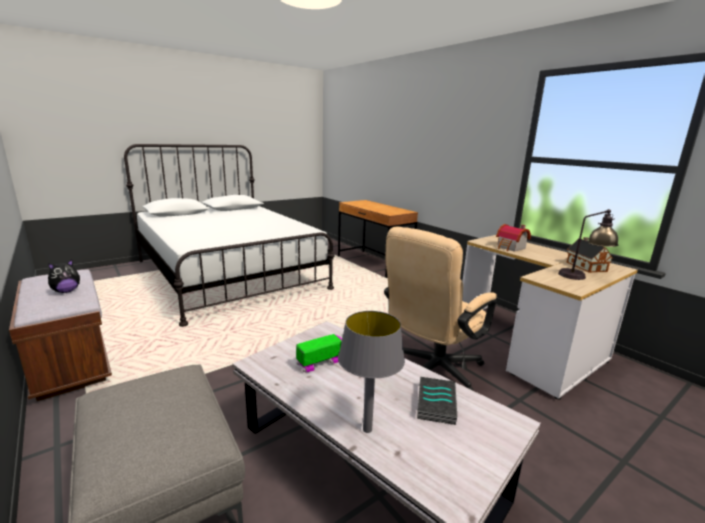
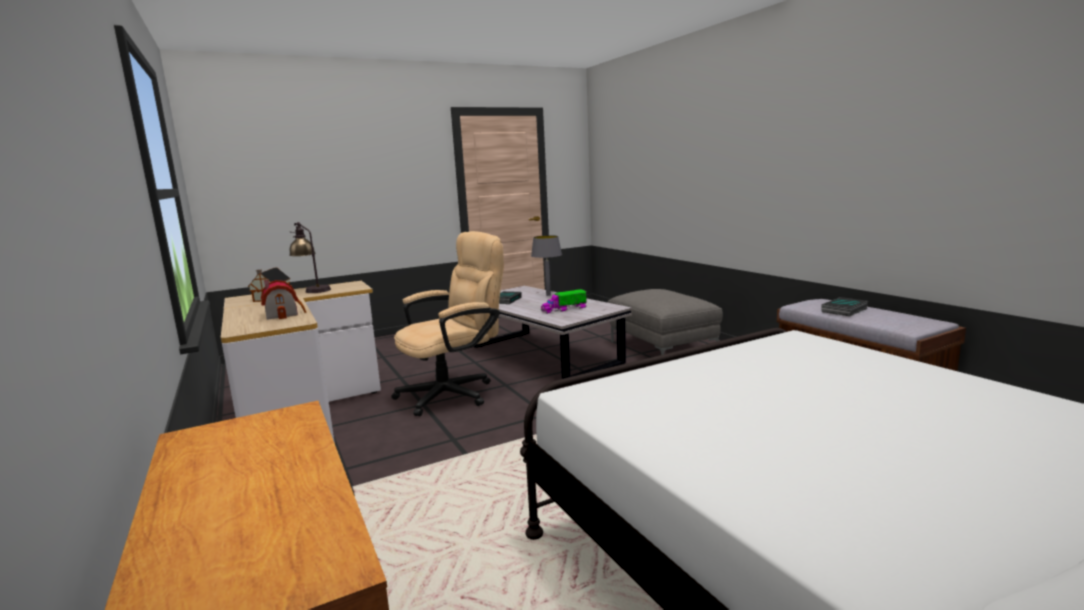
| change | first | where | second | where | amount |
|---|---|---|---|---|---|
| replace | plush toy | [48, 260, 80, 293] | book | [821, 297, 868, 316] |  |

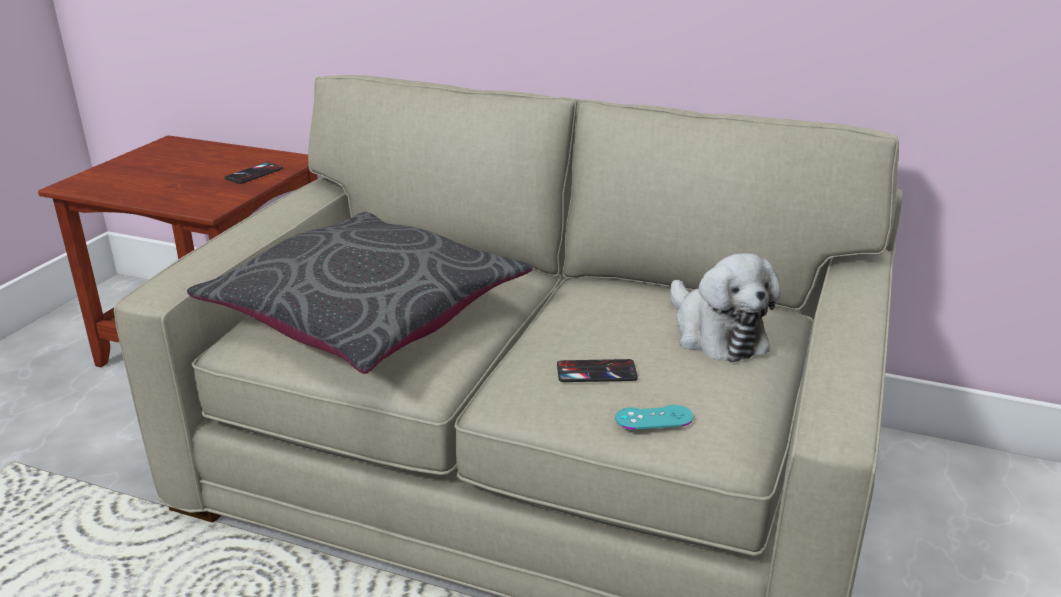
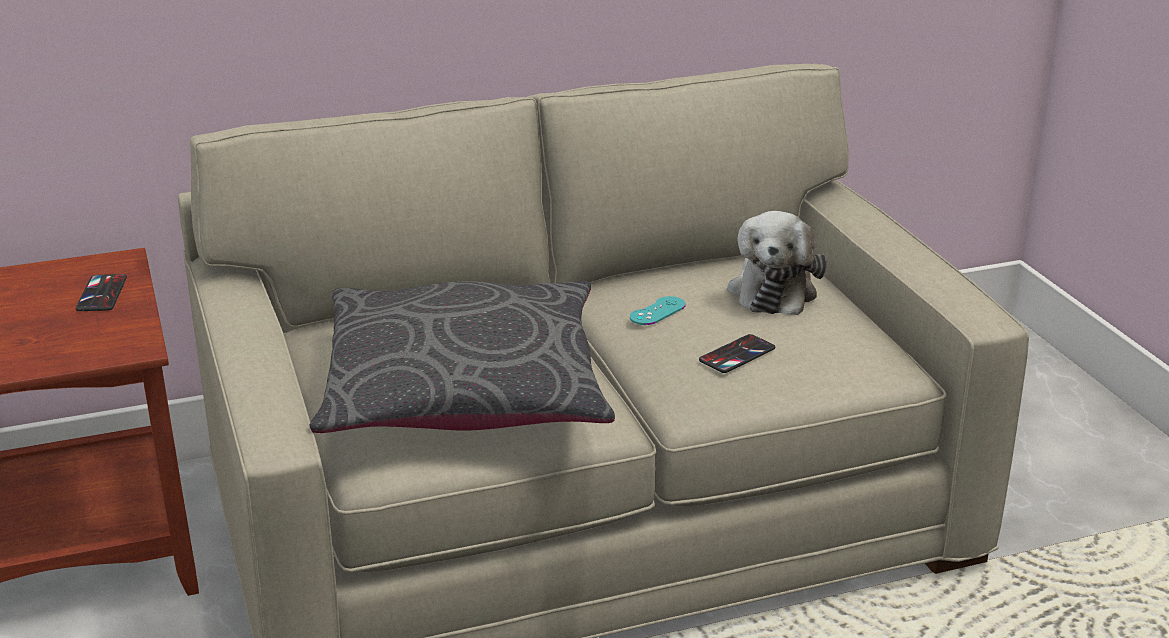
| change | first | where | second | where | amount |
|---|---|---|---|---|---|
| move | turquoise game controller | [615, 405, 694, 430] |  | [630, 296, 686, 325] |  |
| rotate | plush toy | [670, 253, 781, 362] |  | [728, 211, 827, 315] | 75 degrees clockwise |

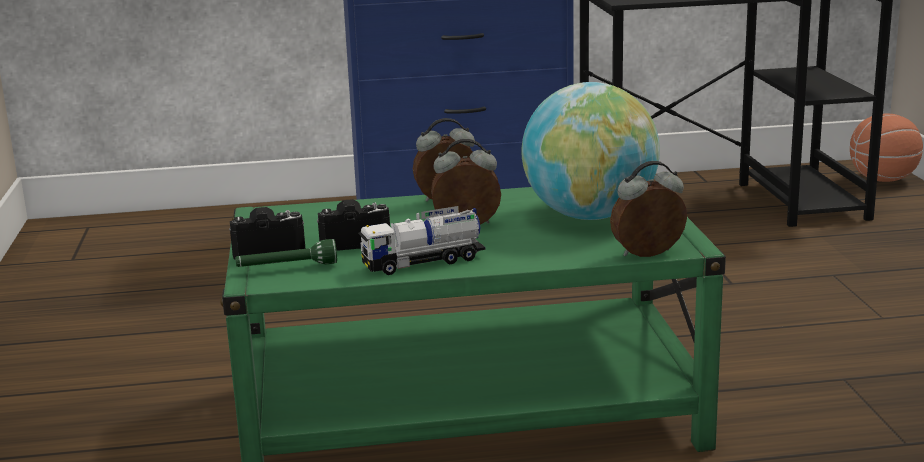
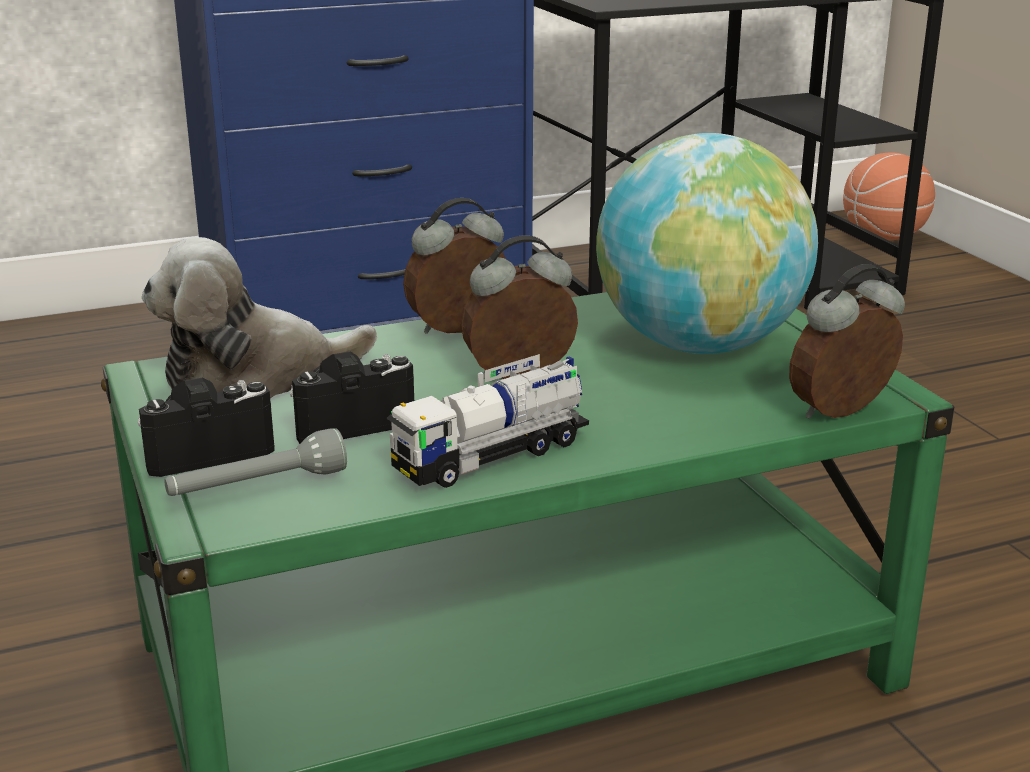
| change | first | where | second | where | amount |
|---|---|---|---|---|---|
| insert |  |  | plush toy | [142, 237, 377, 399] |  |
| recolor | green flashlight | [235, 239, 337, 267] | grey flashlight | [164, 428, 347, 496] |  |

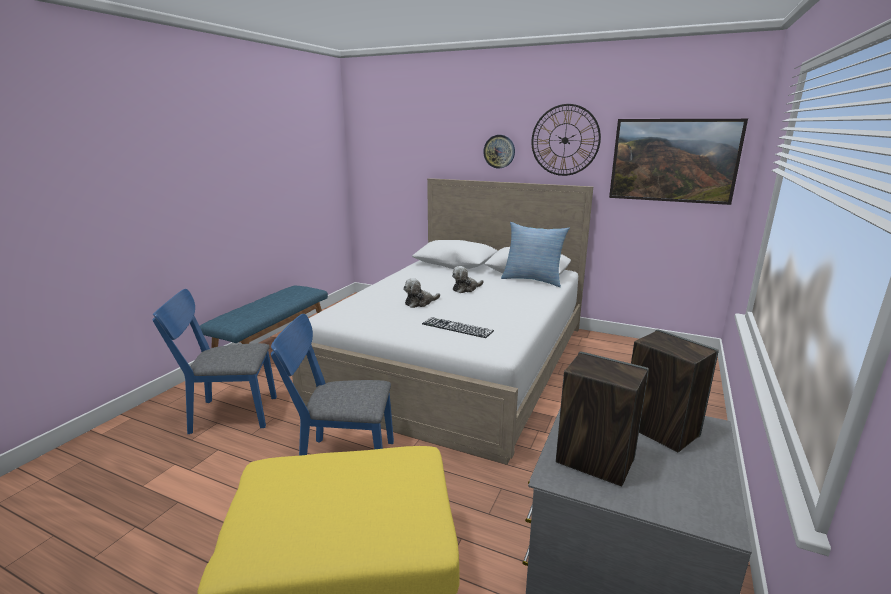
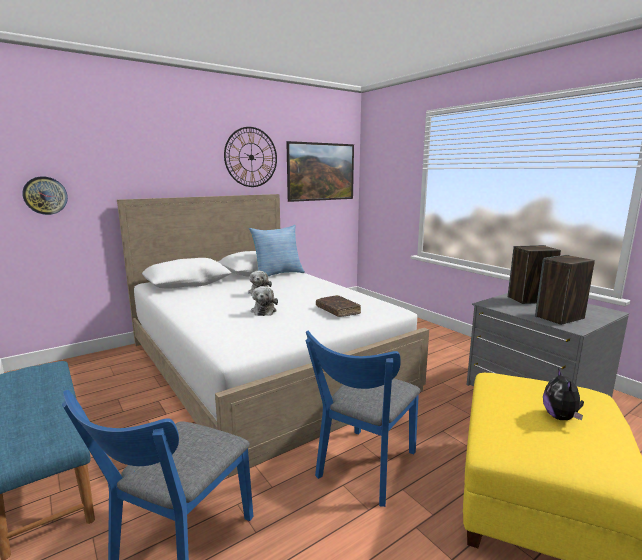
| change | first | where | second | where | amount |
|---|---|---|---|---|---|
| move | wall clock | [483, 135, 515, 169] |  | [22, 176, 68, 215] |  |
| replace | keyboard | [422, 317, 494, 338] | brown book | [316, 295, 361, 317] |  |
| insert |  |  | plush toy | [543, 368, 584, 420] |  |

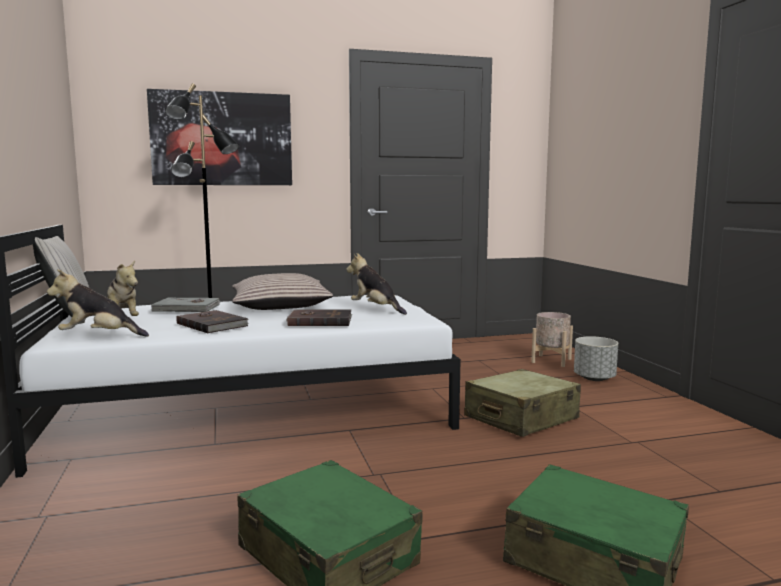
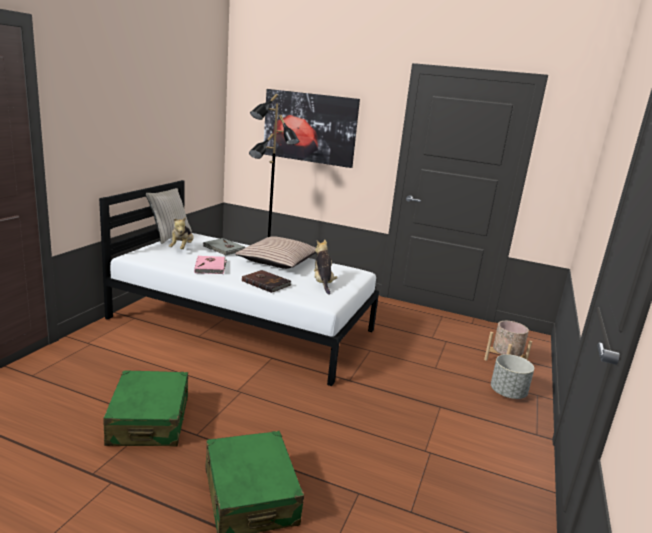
| change | first | where | second | where | amount |
|---|---|---|---|---|---|
| recolor | brown book | [176, 310, 249, 333] | pink book | [194, 256, 227, 274] |  |
| delete | plush toy | [47, 269, 149, 337] |  |  |  |
| delete | beige suitcase | [464, 369, 581, 437] |  |  |  |

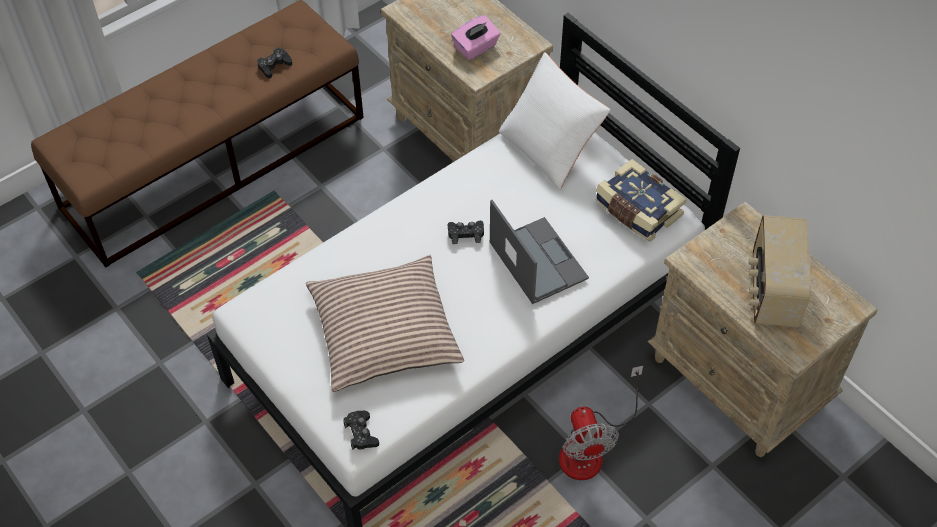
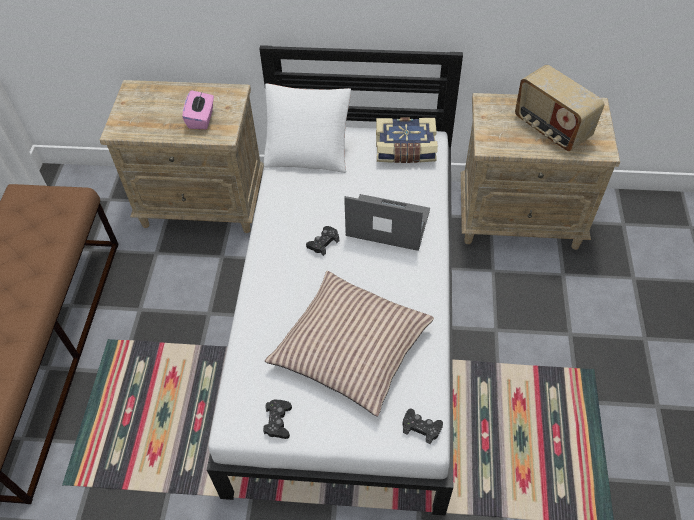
| change | first | where | second | where | amount |
|---|---|---|---|---|---|
| move | black game controller | [257, 48, 292, 78] |  | [263, 400, 292, 439] |  |
| delete | fan | [559, 366, 643, 480] |  |  |  |

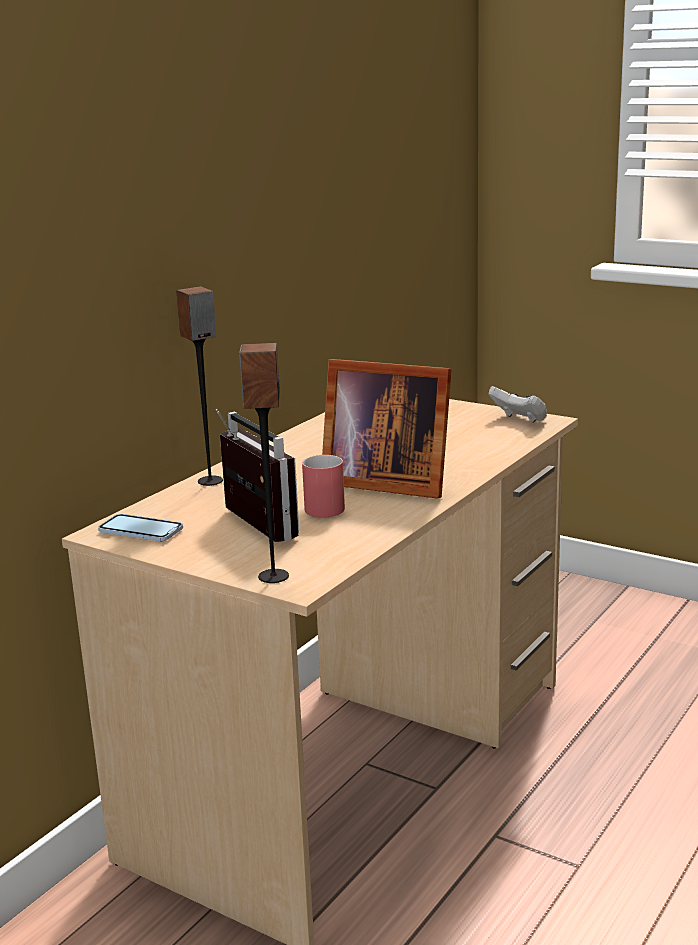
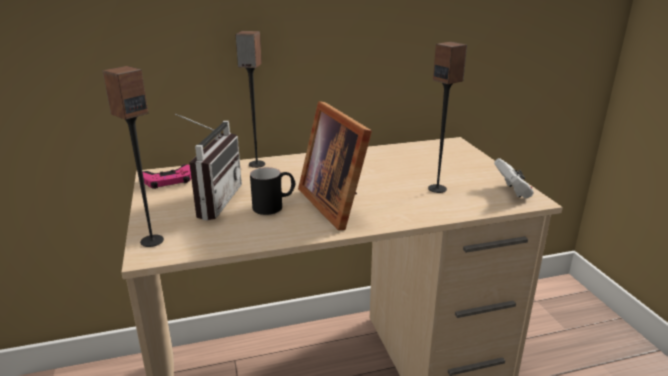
| change | first | where | second | where | amount |
|---|---|---|---|---|---|
| replace | phone | [98, 514, 183, 541] | pink game controller | [143, 164, 191, 189] |  |
| recolor | red mug | [302, 455, 345, 517] | black mug | [250, 167, 296, 215] |  |
| insert |  |  | speaker | [428, 42, 467, 193] |  |

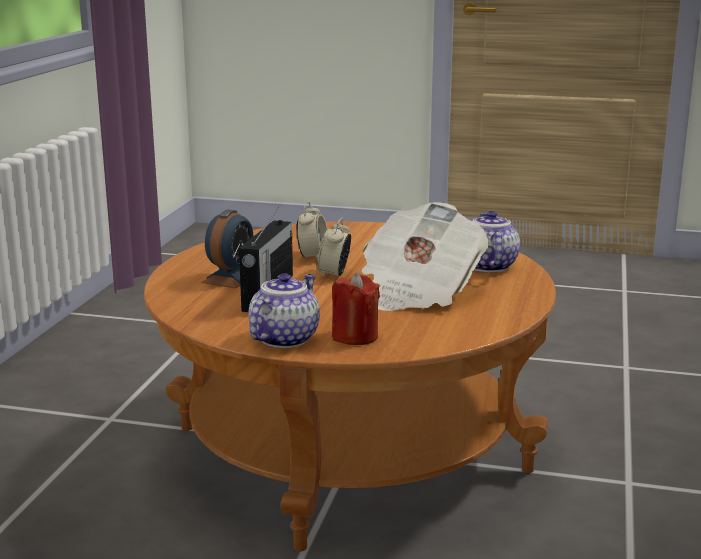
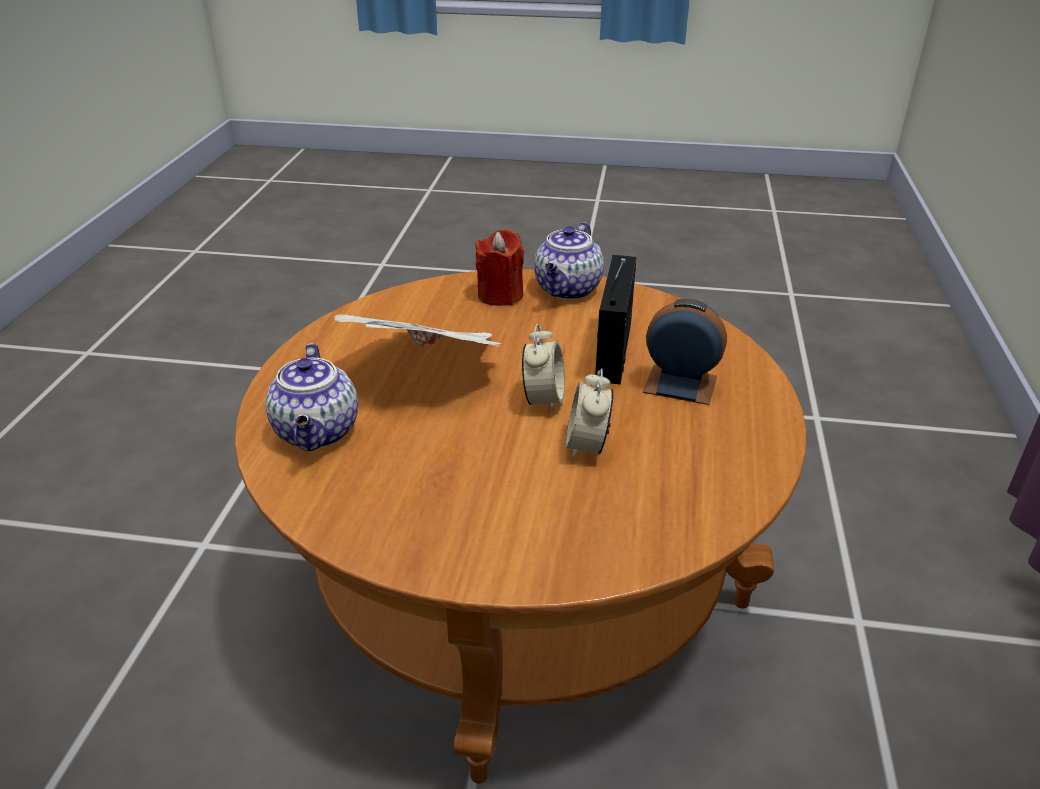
| change | first | where | second | where | amount |
|---|---|---|---|---|---|
| rotate | alarm clock | [201, 209, 253, 288] |  | [643, 299, 727, 405] | 90 degrees clockwise |

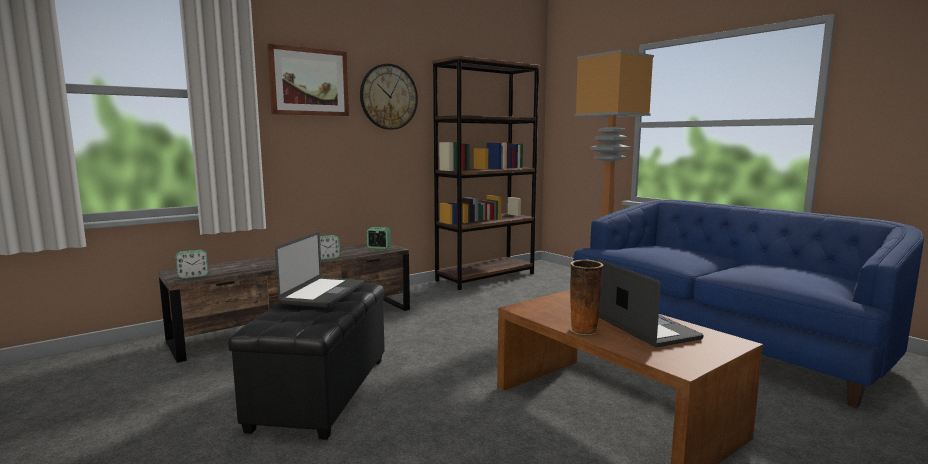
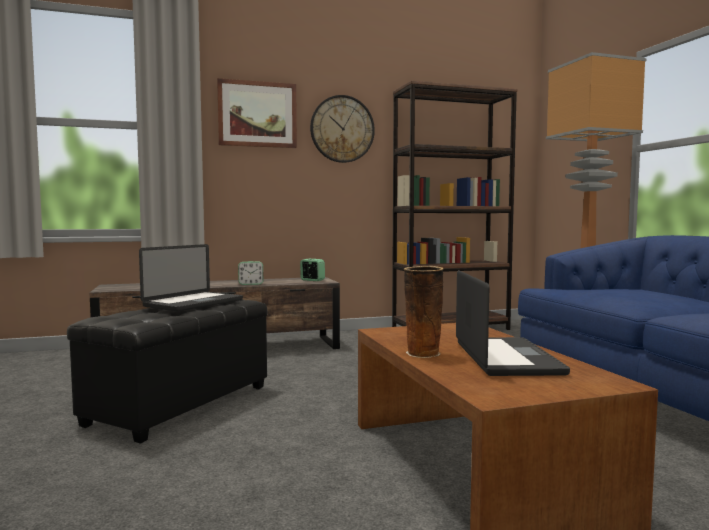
| change | first | where | second | where | amount |
|---|---|---|---|---|---|
| delete | alarm clock | [175, 250, 208, 279] |  |  |  |

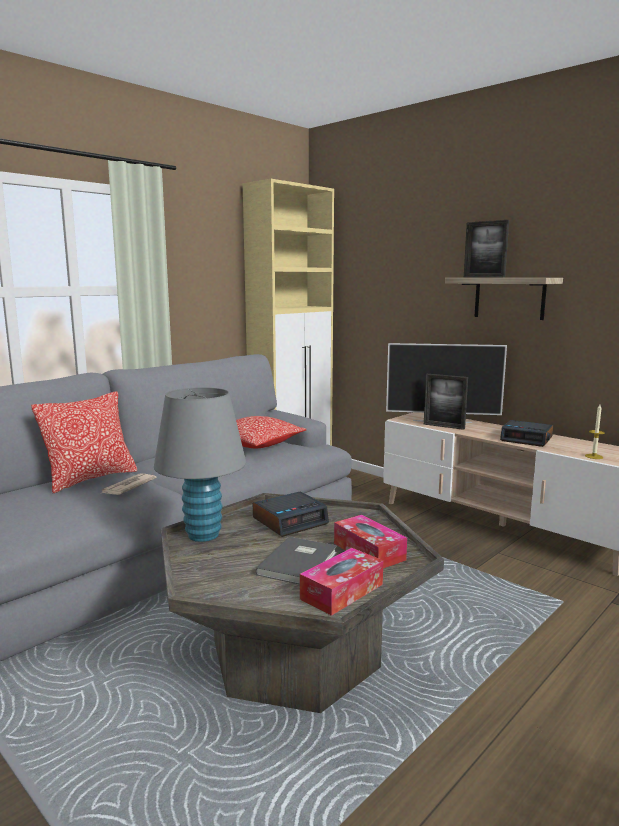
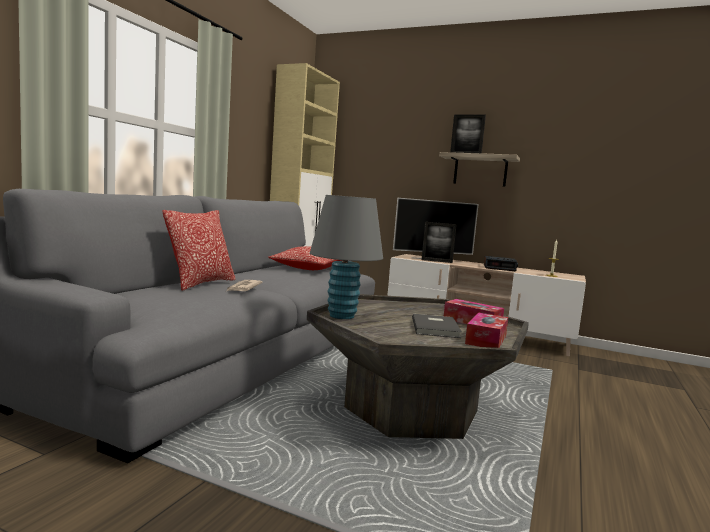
| change | first | where | second | where | amount |
|---|---|---|---|---|---|
| delete | alarm clock | [253, 492, 329, 537] |  |  |  |

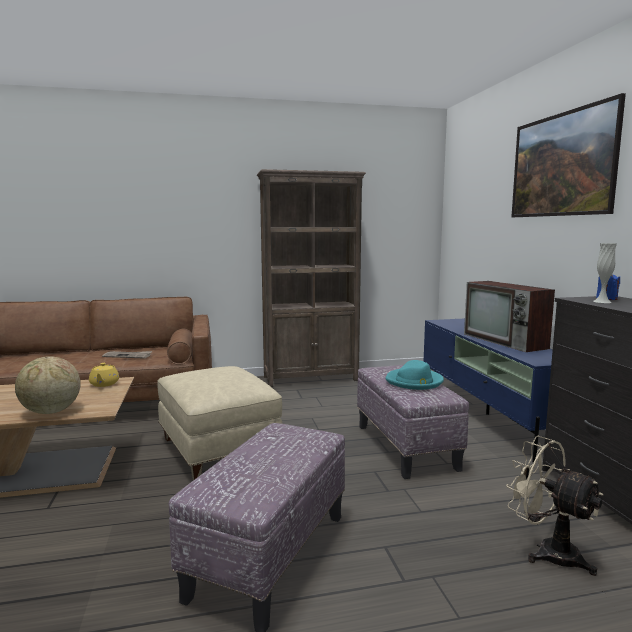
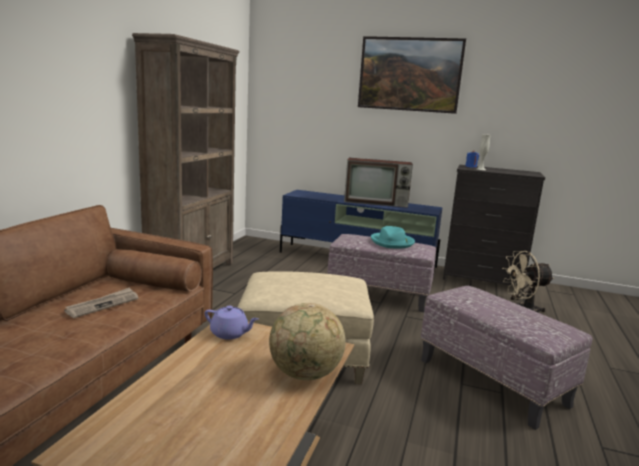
| change | first | where | second | where | amount |
|---|---|---|---|---|---|
| recolor | yellow teapot | [89, 363, 119, 387] | purple teapot | [205, 306, 258, 340] |  |

